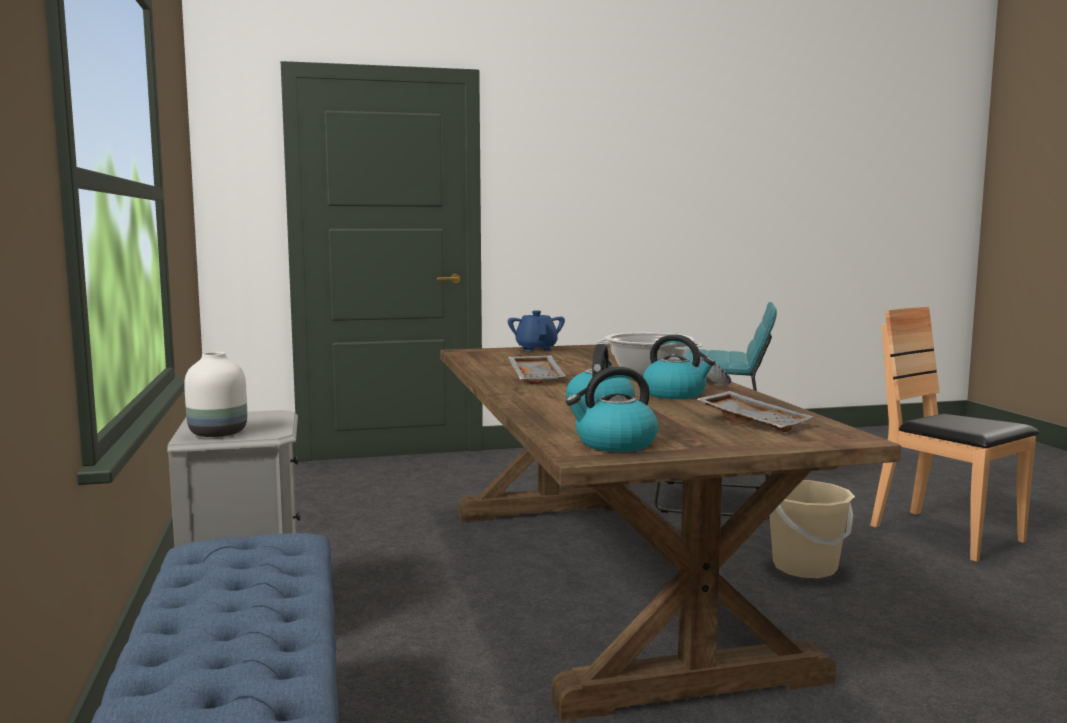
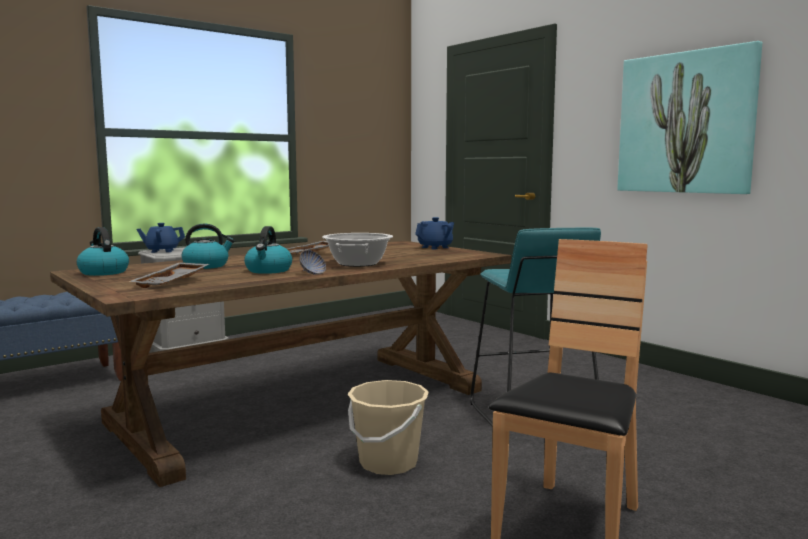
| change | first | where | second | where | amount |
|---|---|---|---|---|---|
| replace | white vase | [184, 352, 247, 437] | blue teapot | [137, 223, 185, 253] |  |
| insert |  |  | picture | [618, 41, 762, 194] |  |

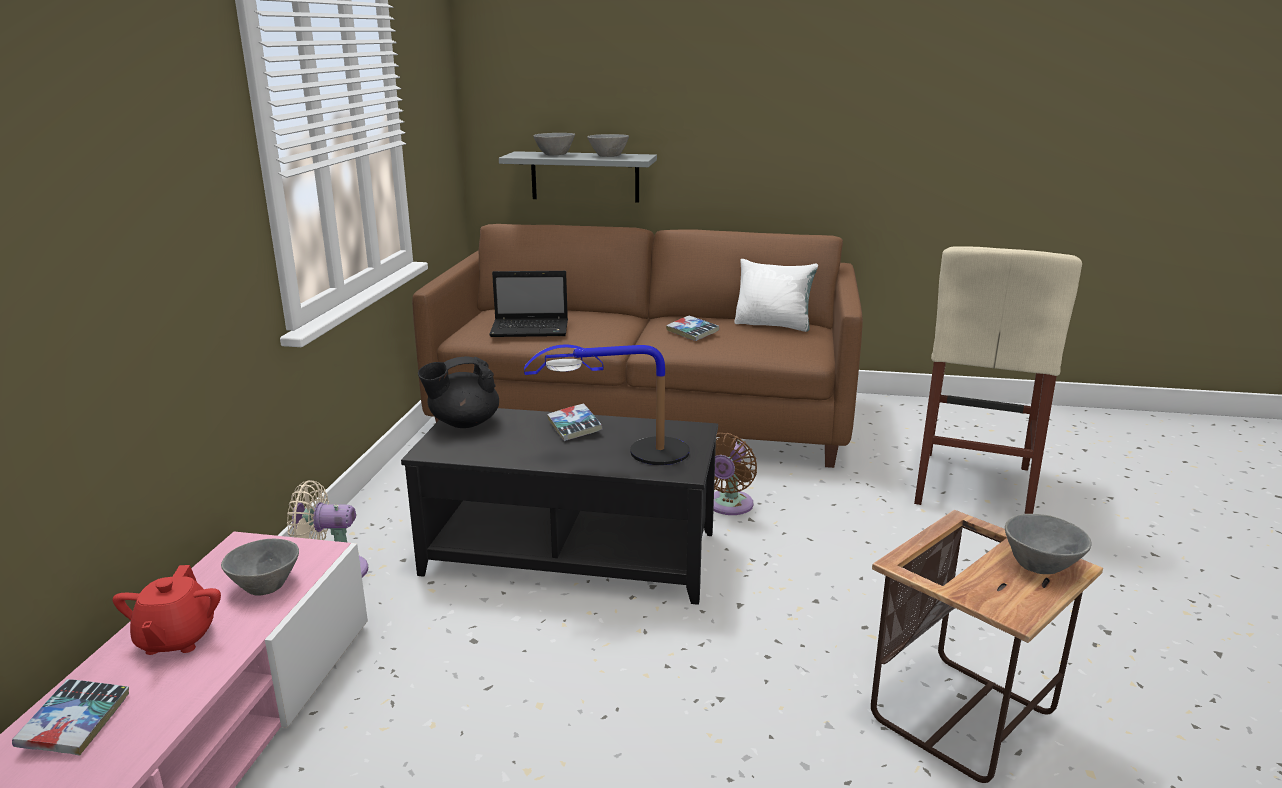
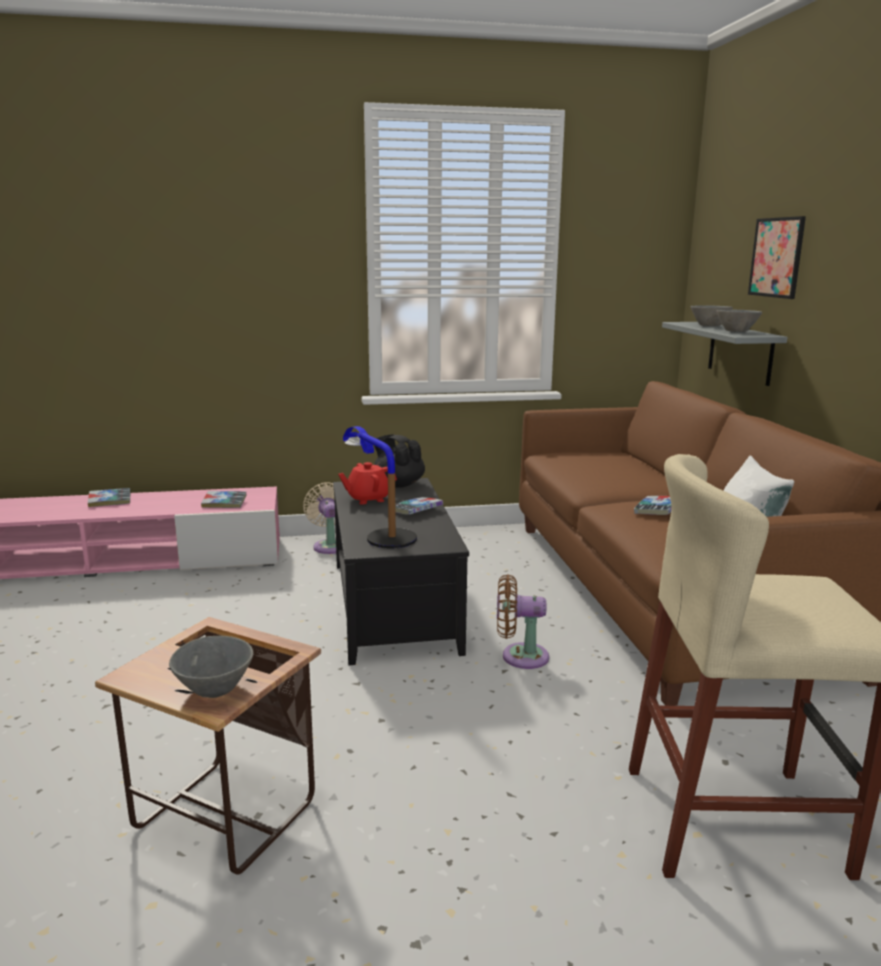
| change | first | where | second | where | amount |
|---|---|---|---|---|---|
| replace | grey bowl | [221, 539, 299, 596] | book | [201, 491, 246, 508] |  |
| move | red teapot | [113, 565, 221, 655] |  | [338, 462, 397, 505] |  |
| insert |  |  | picture | [748, 216, 806, 299] |  |
| delete | laptop | [489, 271, 568, 337] |  |  |  |

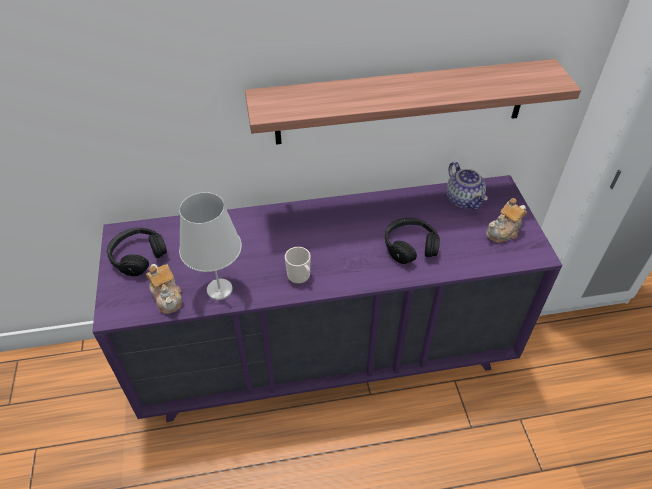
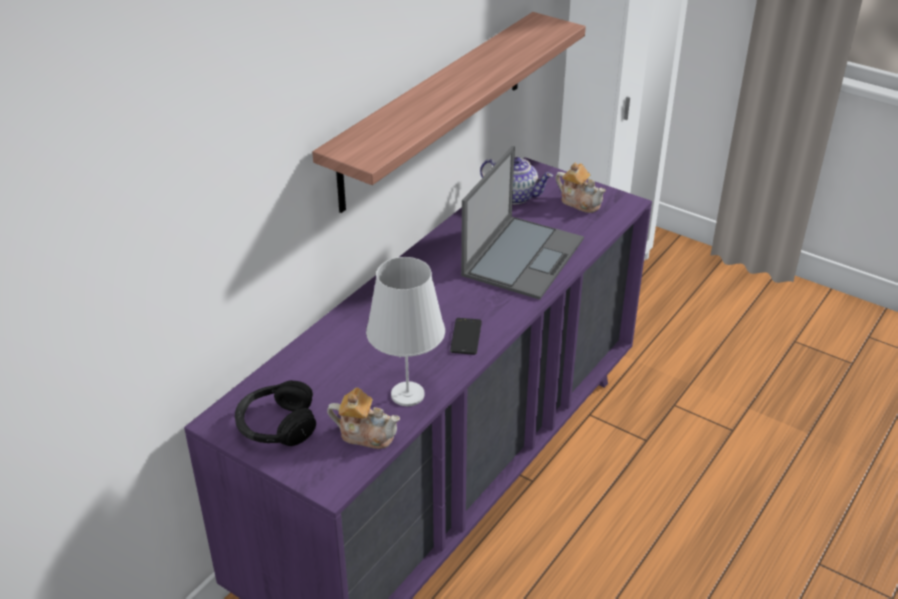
| change | first | where | second | where | amount |
|---|---|---|---|---|---|
| replace | mug | [285, 247, 311, 284] | phone | [450, 318, 482, 355] |  |
| replace | black headphones | [385, 218, 440, 264] | laptop | [461, 146, 584, 300] |  |
| rotate | teapot | [486, 198, 527, 243] |  | [556, 162, 606, 213] | 60 degrees counterclockwise |

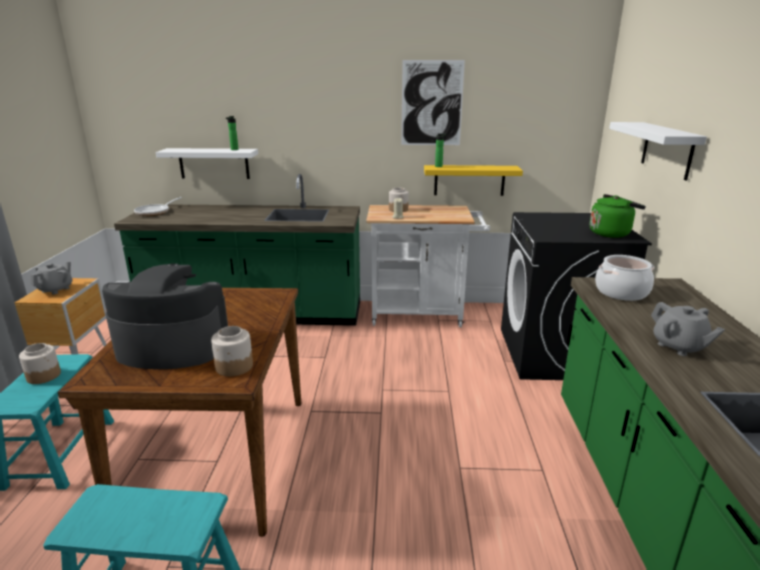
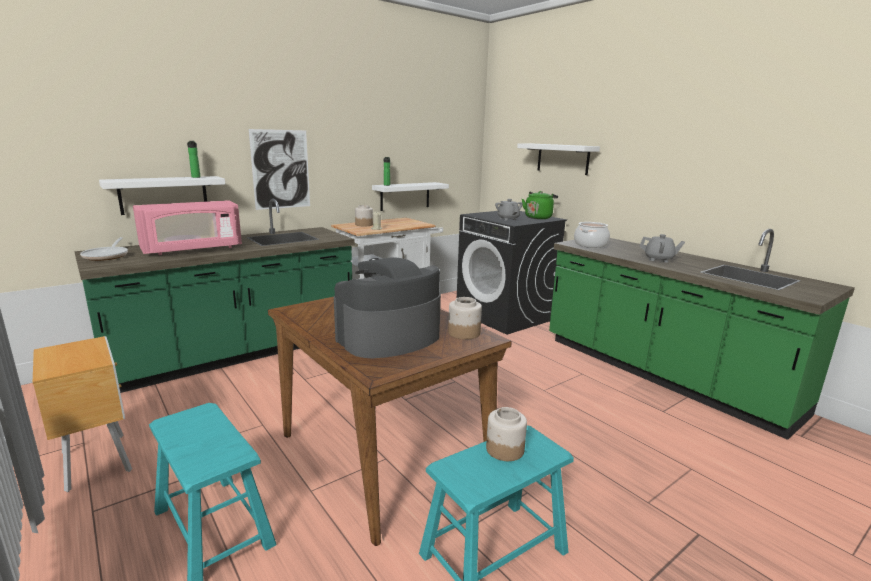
| change | first | where | second | where | amount |
|---|---|---|---|---|---|
| insert |  |  | pink microwave | [133, 200, 242, 255] |  |
| move | picture | [401, 60, 465, 145] |  | [249, 129, 310, 210] |  |
| recolor | yellow shelf | [424, 165, 523, 196] | white shelf | [372, 182, 449, 211] |  |
| move | jar | [19, 343, 61, 384] |  | [486, 407, 527, 461] |  |
| move | grey teapot | [31, 262, 73, 295] |  | [495, 199, 523, 221] |  |

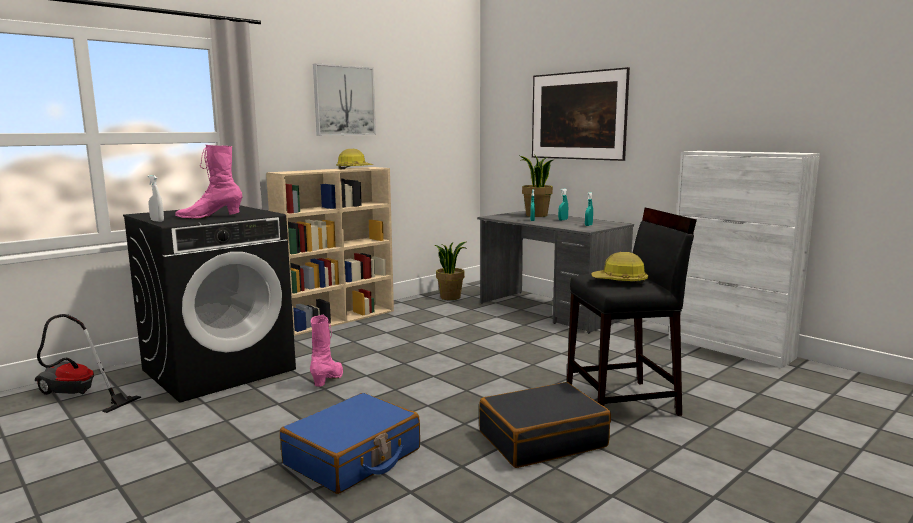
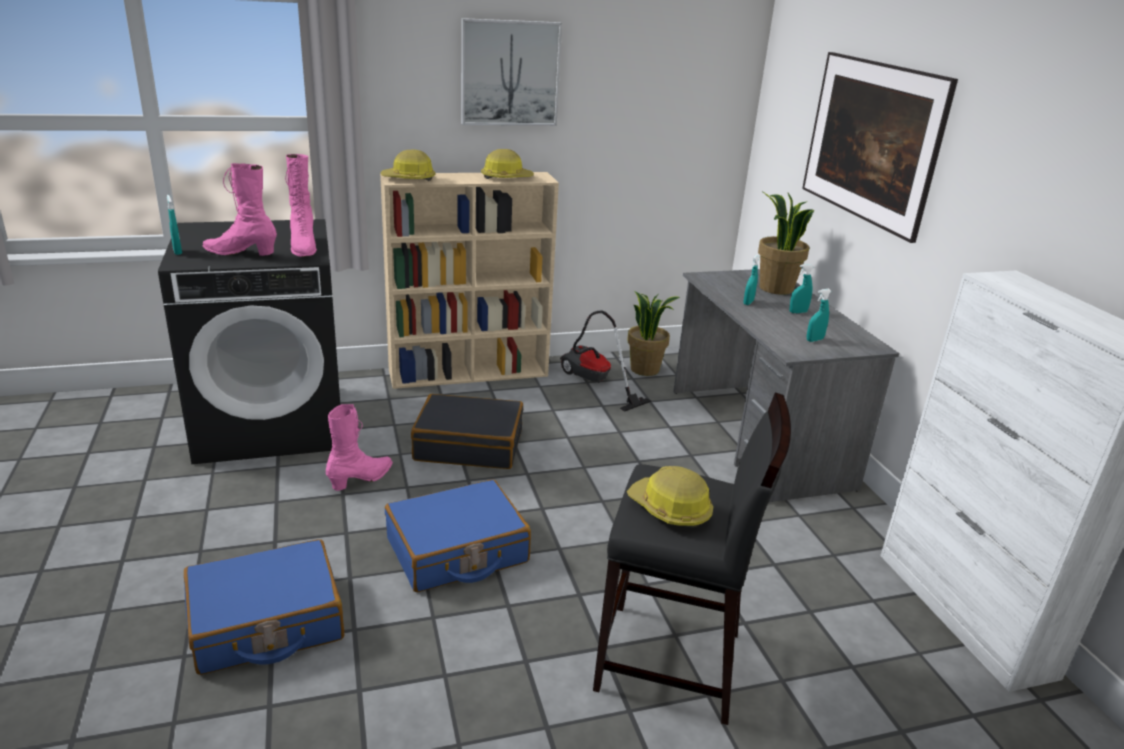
| change | first | where | second | where | amount |
|---|---|---|---|---|---|
| recolor | white spray bottle | [148, 175, 164, 222] | turquoise spray bottle | [167, 195, 182, 255] |  |
| insert |  |  | pink boot | [285, 154, 317, 257] |  |
| insert |  |  | hard hat | [381, 150, 435, 181] |  |
| insert |  |  | blue suitcase | [385, 480, 531, 592] |  |
| move | black suitcase | [479, 382, 611, 468] |  | [411, 394, 523, 469] |  |
| move | vacuum cleaner | [35, 314, 141, 413] |  | [560, 311, 651, 412] |  |

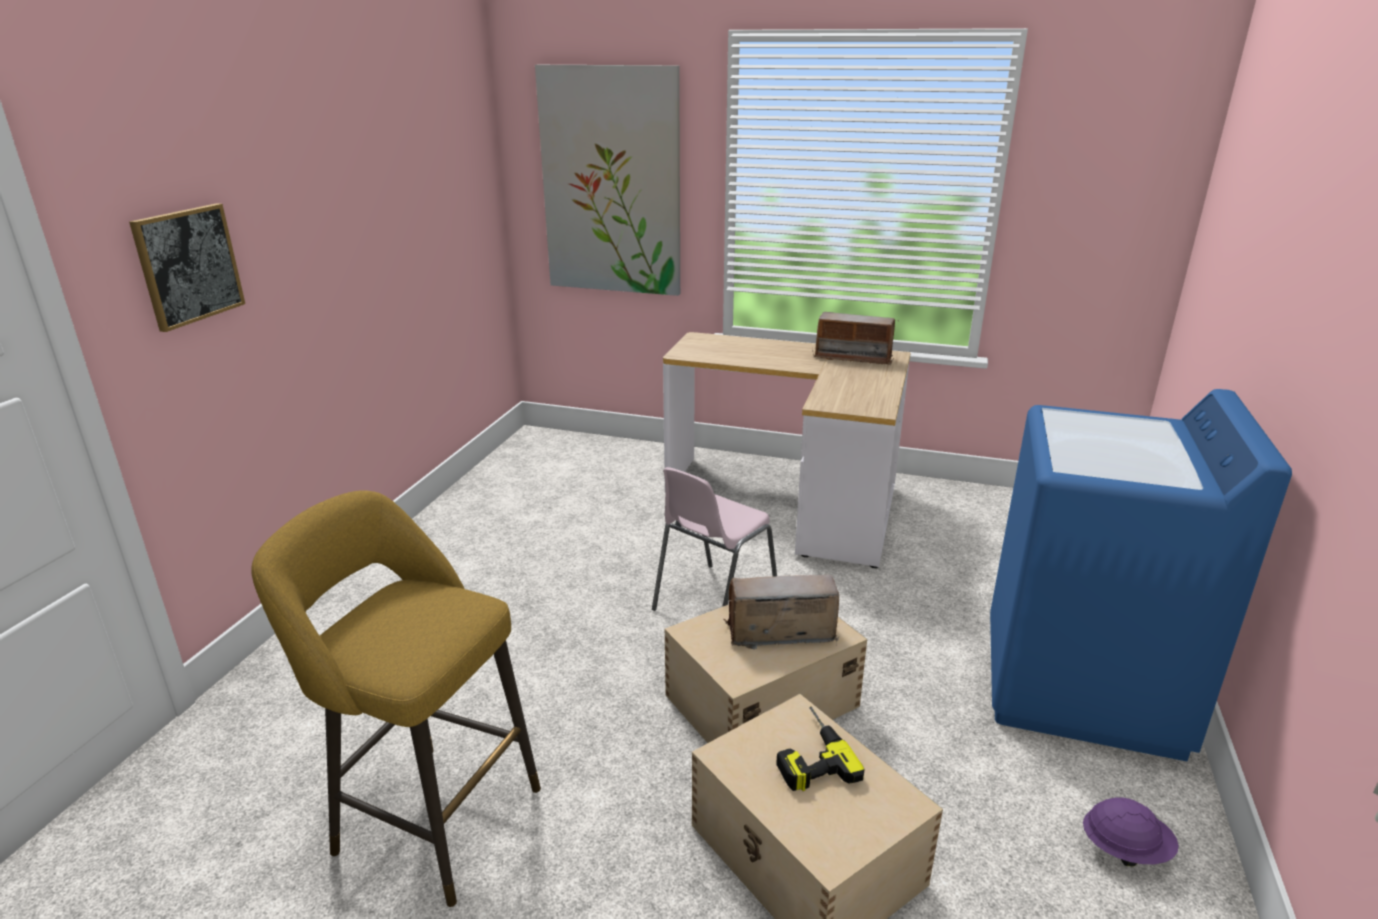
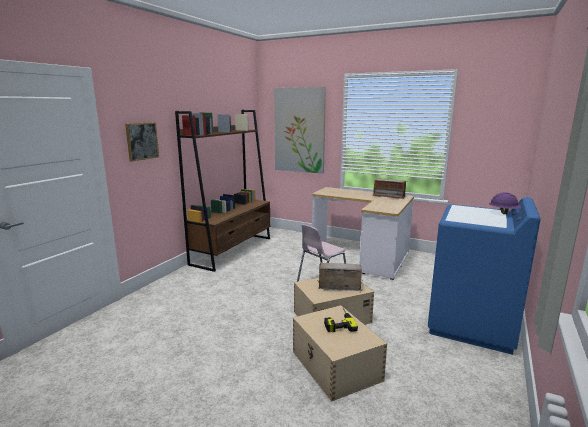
| change | first | where | second | where | amount |
|---|---|---|---|---|---|
| insert |  |  | brown bookcase | [175, 110, 270, 272] |  |
| move | purple hard hat | [1083, 797, 1179, 867] |  | [489, 192, 521, 214] |  |
| delete | yellow stool | [251, 490, 541, 907] |  |  |  |

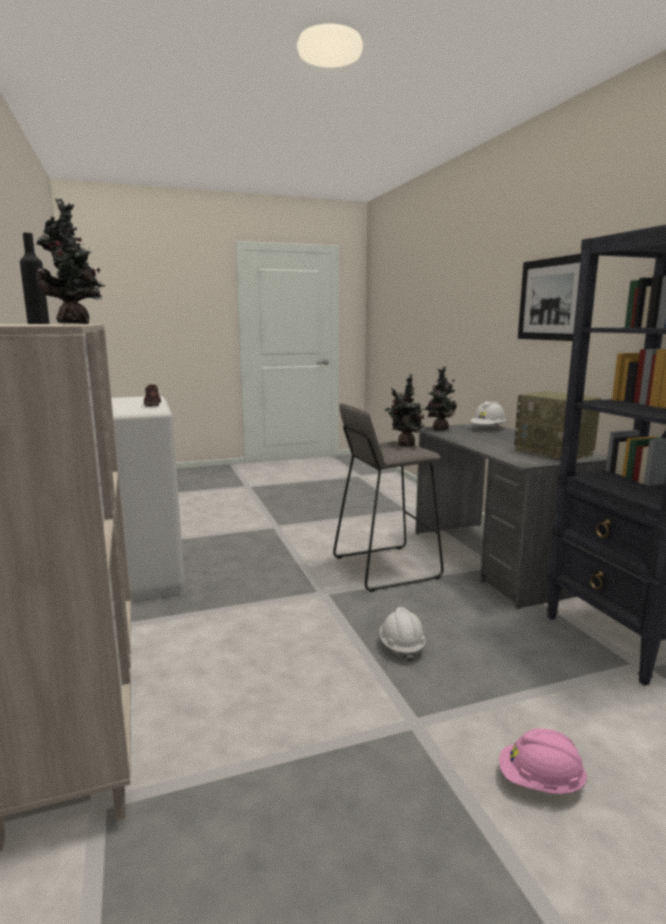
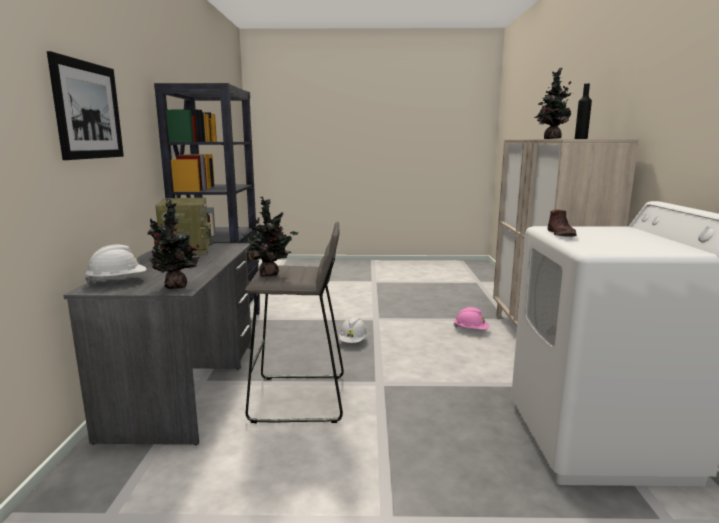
| change | first | where | second | where | amount |
|---|---|---|---|---|---|
| move | pink hard hat | [499, 728, 587, 794] |  | [454, 307, 489, 329] |  |

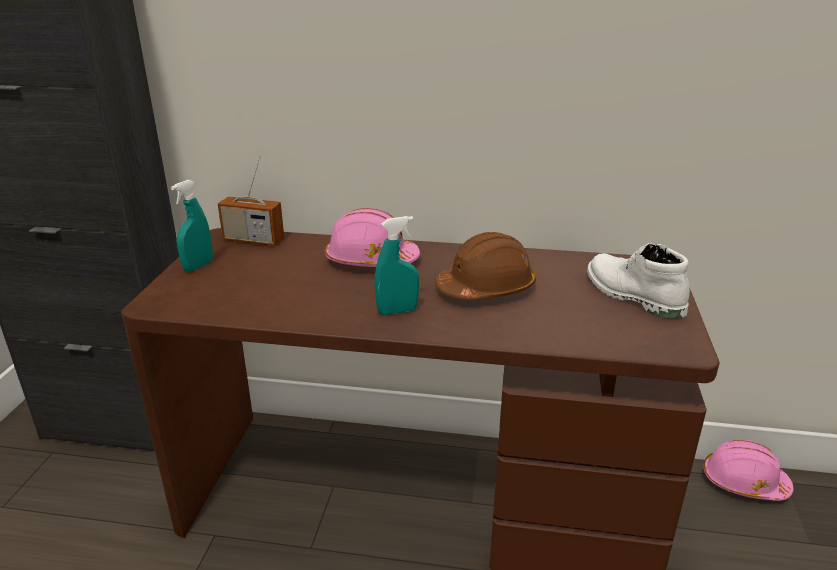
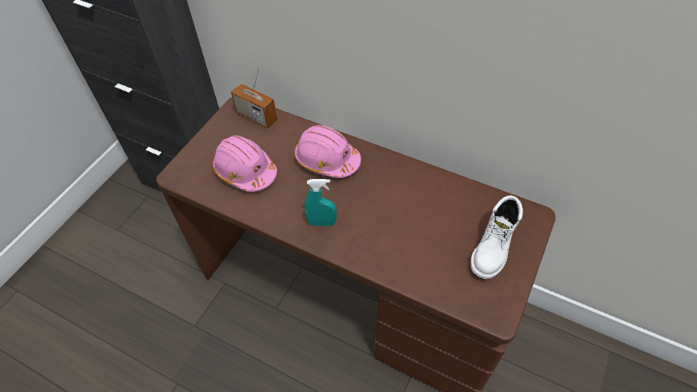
| change | first | where | second | where | amount |
|---|---|---|---|---|---|
| move | pink hard hat | [703, 439, 794, 501] |  | [212, 135, 277, 192] |  |
| rotate | white boot | [587, 243, 690, 319] |  | [470, 195, 523, 279] | 135 degrees counterclockwise |
| delete | turquoise spray bottle | [171, 180, 213, 272] |  |  |  |
| delete | brown hard hat | [435, 232, 536, 300] |  |  |  |

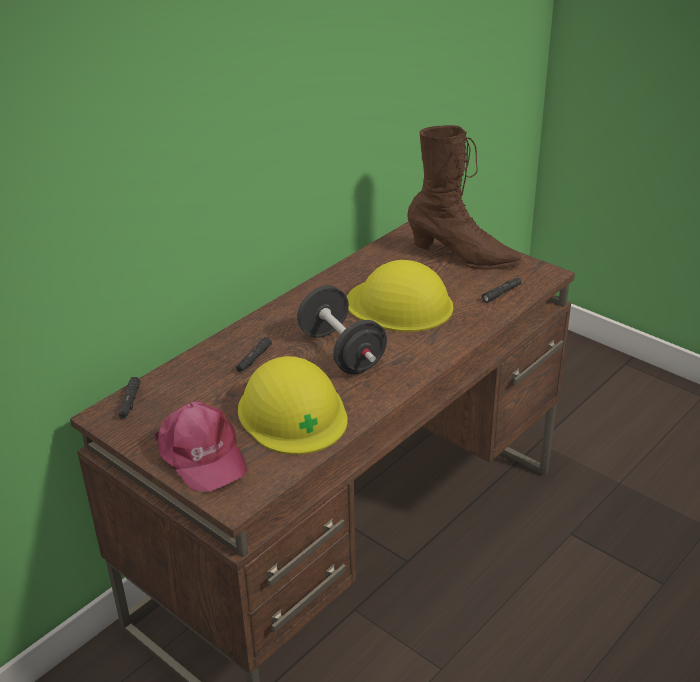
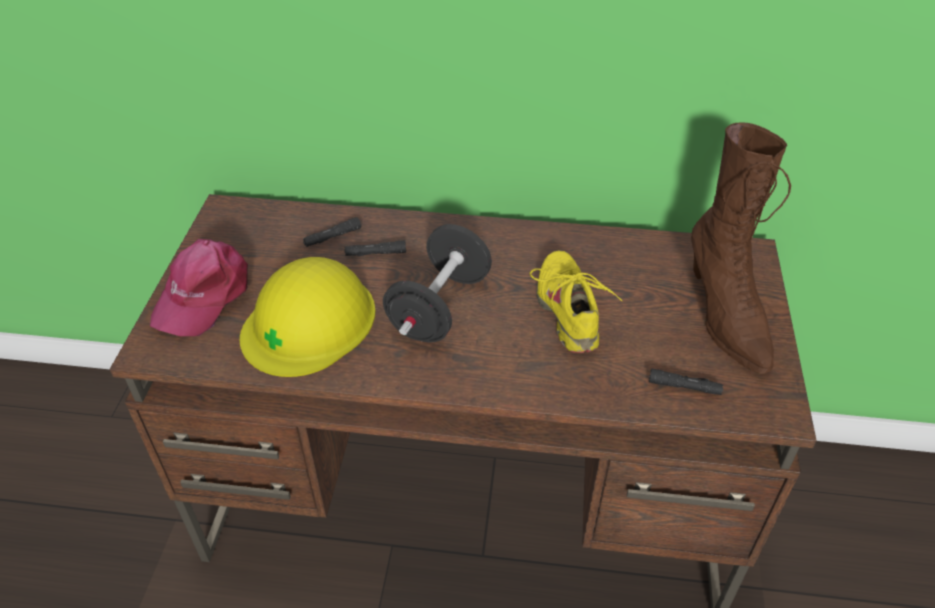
| change | first | where | second | where | amount |
|---|---|---|---|---|---|
| move | black flashlight | [119, 377, 141, 419] |  | [303, 217, 361, 247] |  |
| replace | yellow hard hat | [347, 260, 453, 332] | yellow shoe | [530, 250, 622, 353] |  |

